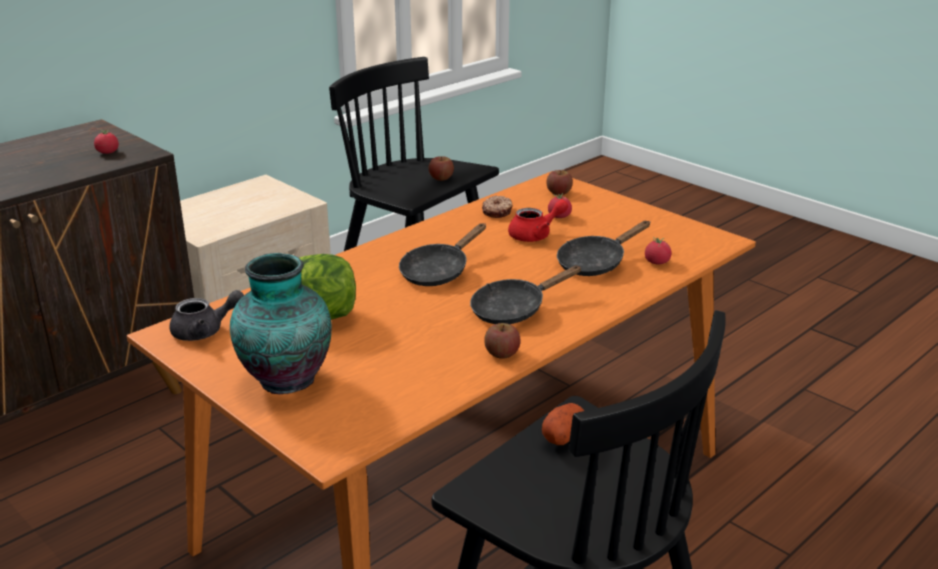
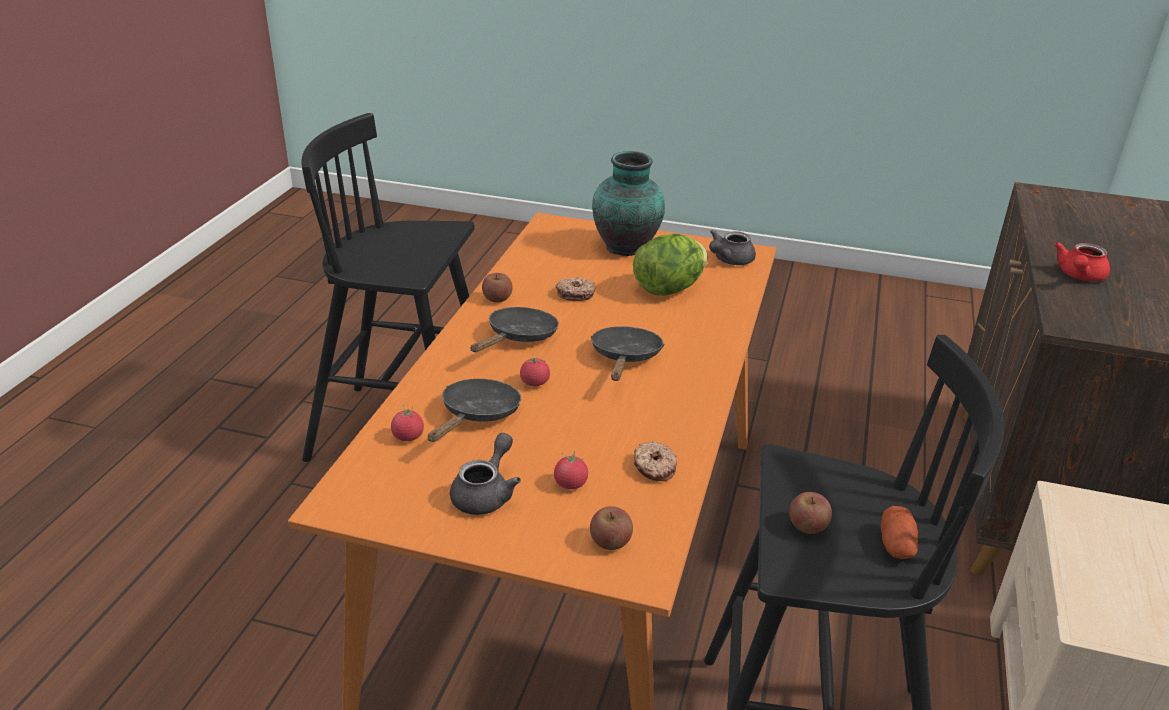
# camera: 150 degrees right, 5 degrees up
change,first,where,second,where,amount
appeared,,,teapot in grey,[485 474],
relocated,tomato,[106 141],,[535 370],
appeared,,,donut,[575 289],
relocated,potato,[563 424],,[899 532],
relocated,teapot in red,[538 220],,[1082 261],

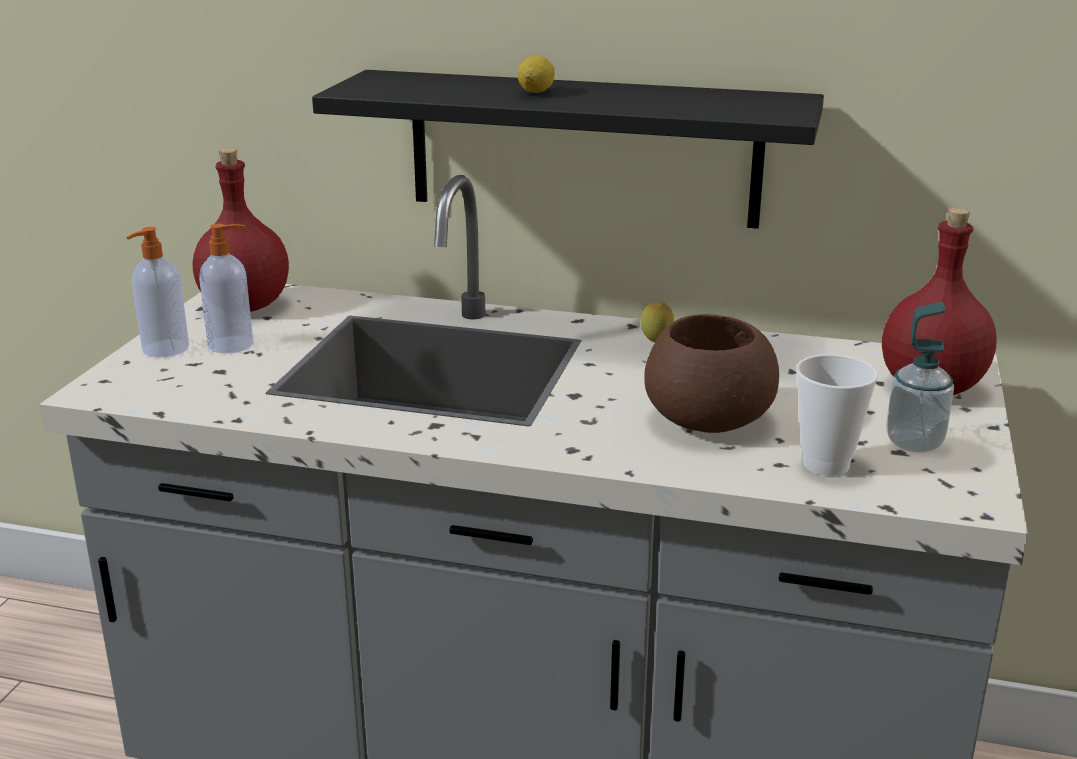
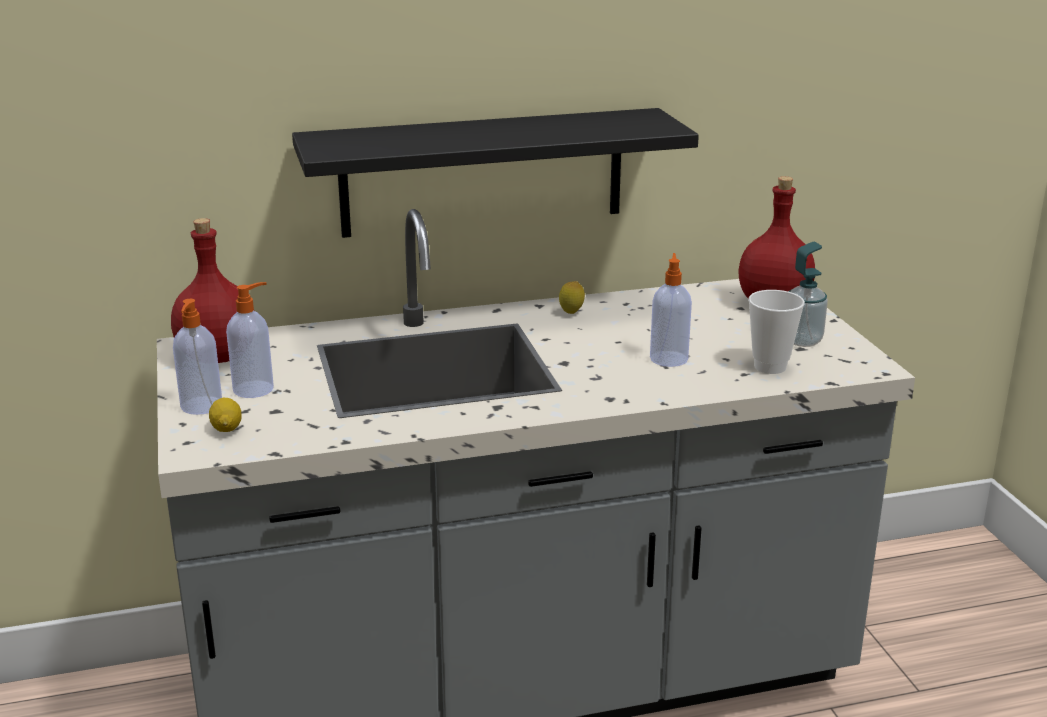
# camera: 30 degrees left, 0 degrees up
change,first,where,second,where,amount
relocated,lemon,[536 74],,[225 414],
exchanged,bowl in brown,[711 373],soap dispenser,[671 310],

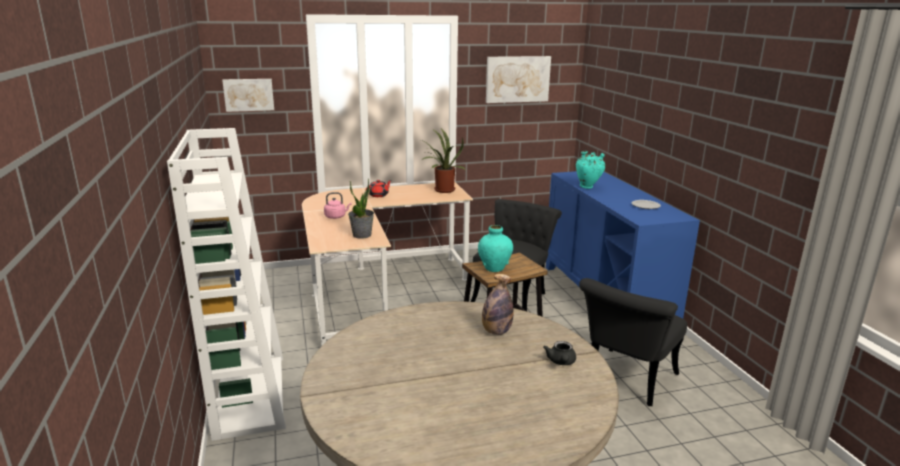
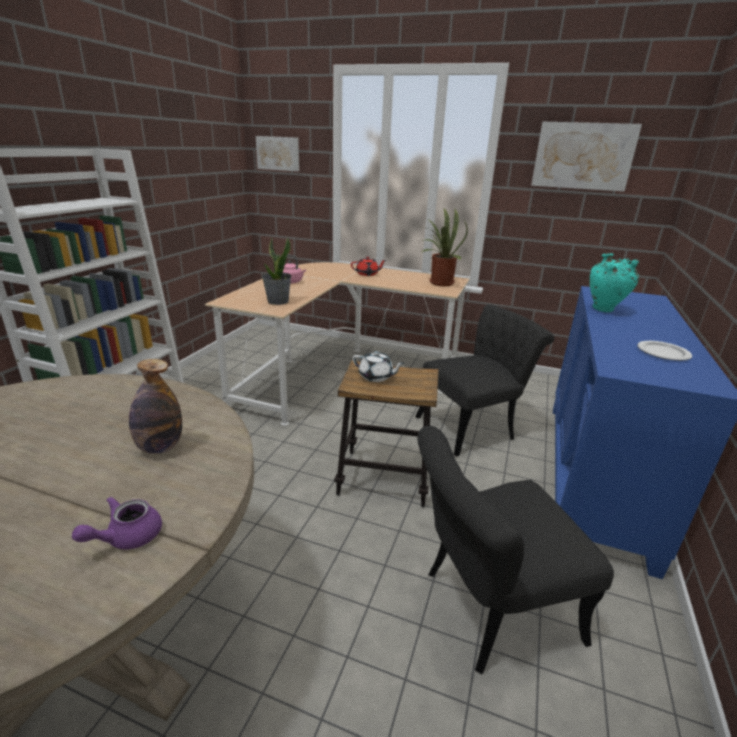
# camera: 35 degrees right, 5 degrees up
change,first,where,second,where,amount
colour,teapot in black,[559 353],teapot in purple,[117 523],
exchanged,vase in turquoise,[495 248],teapot in white,[378 366],

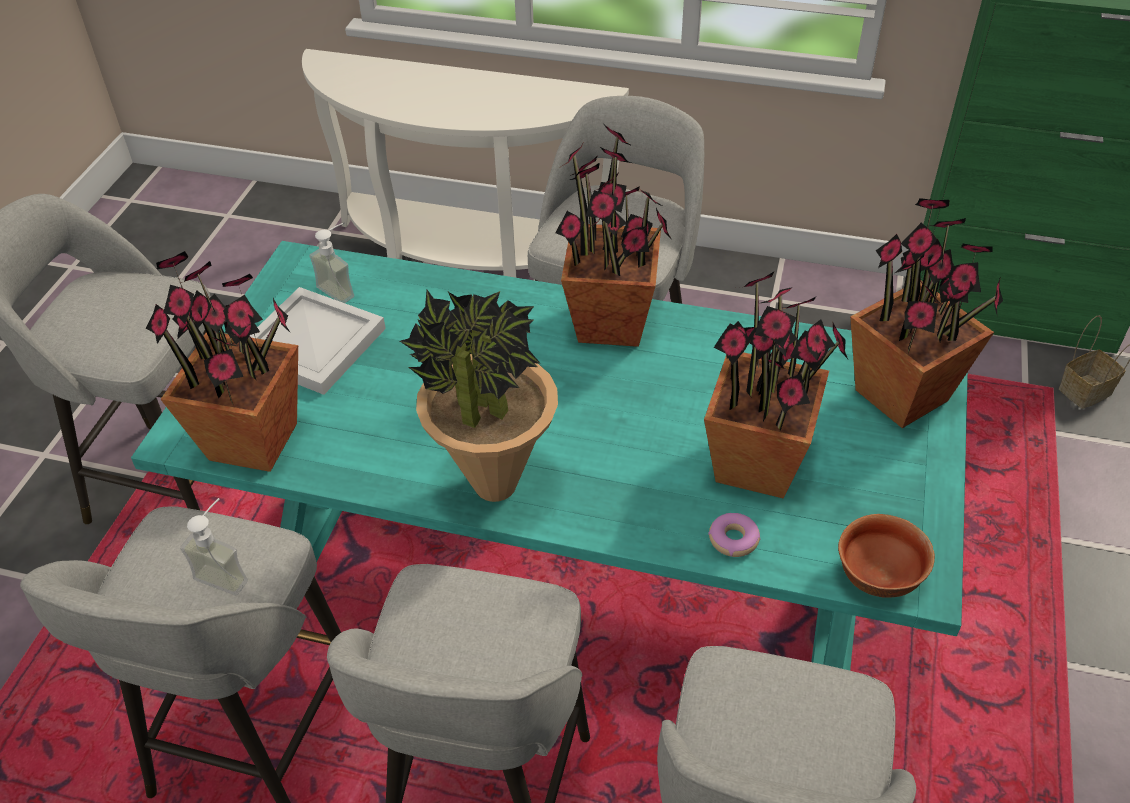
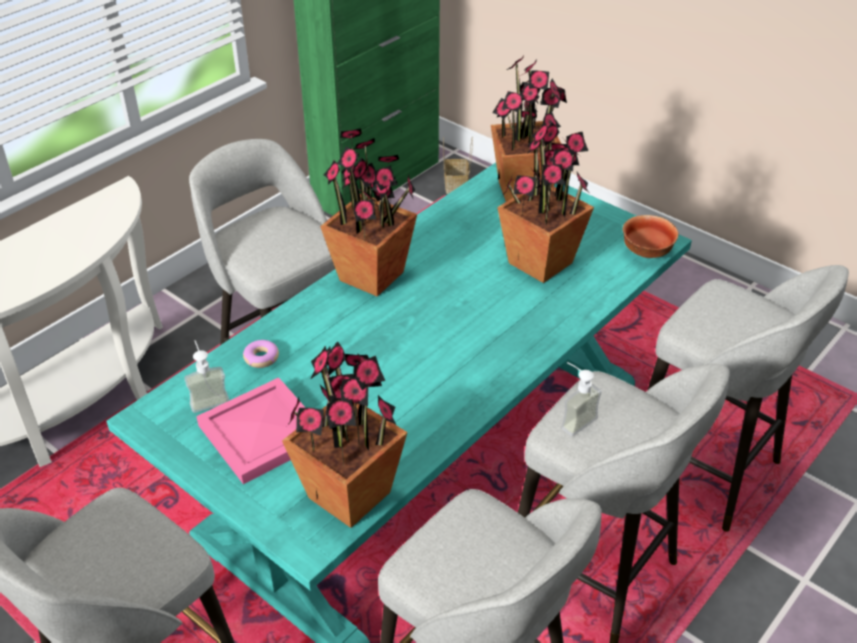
# camera: 65 degrees left, 5 degrees down
change,first,where,second,where,amount
colour,tray in white,[318 341],tray in pink,[251 430],
relocated,donut,[734 535],,[261 354],
relocated,soap dispenser,[214 546],,[581 399],
missing,potted plant,[479 396],,,

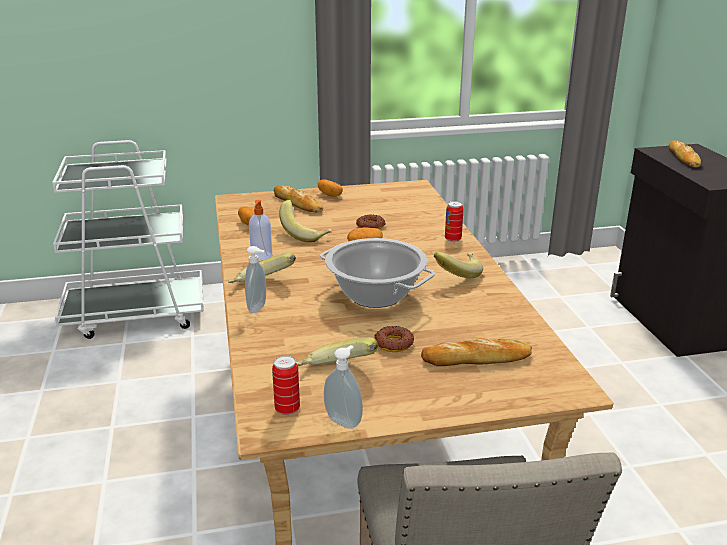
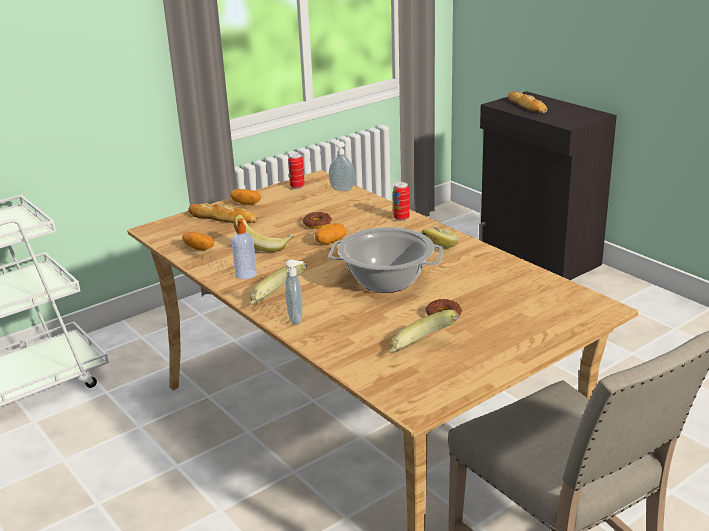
# camera: 25 degrees left, 0 degrees up
change,first,where,second,where,amount
relocated,can,[286 385],,[296 171],
relocated,soap dispenser,[343 387],,[342 166],
missing,bread,[476 352],,,

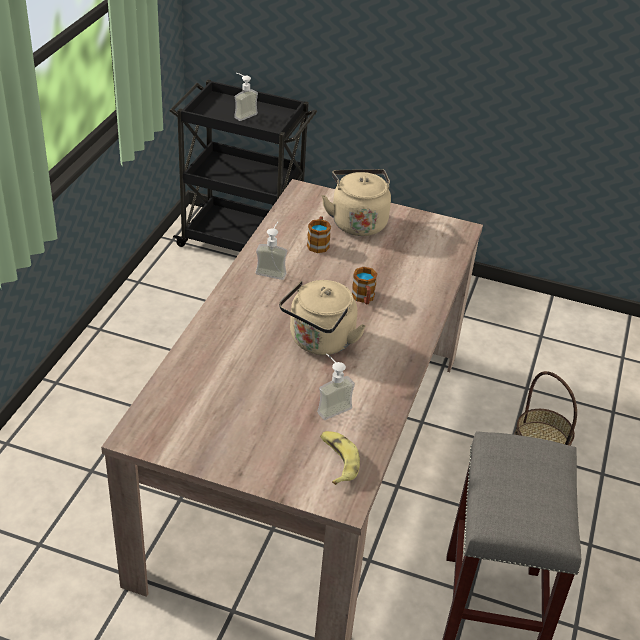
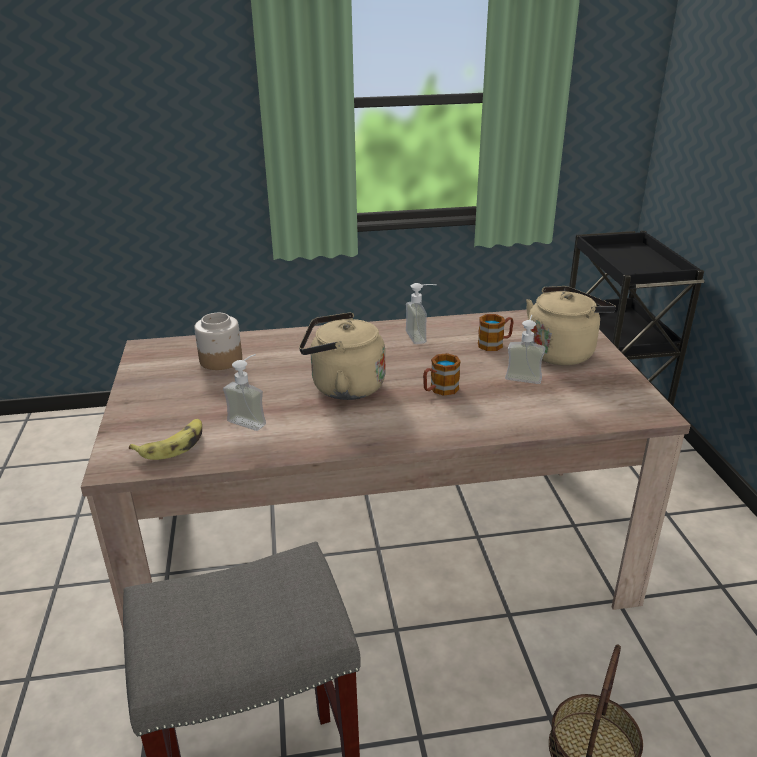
# camera: 65 degrees right, 10 degrees down
change,first,where,second,where,amount
appeared,,,jar,[218 341],
relocated,soap dispenser,[246 97],,[525 349],

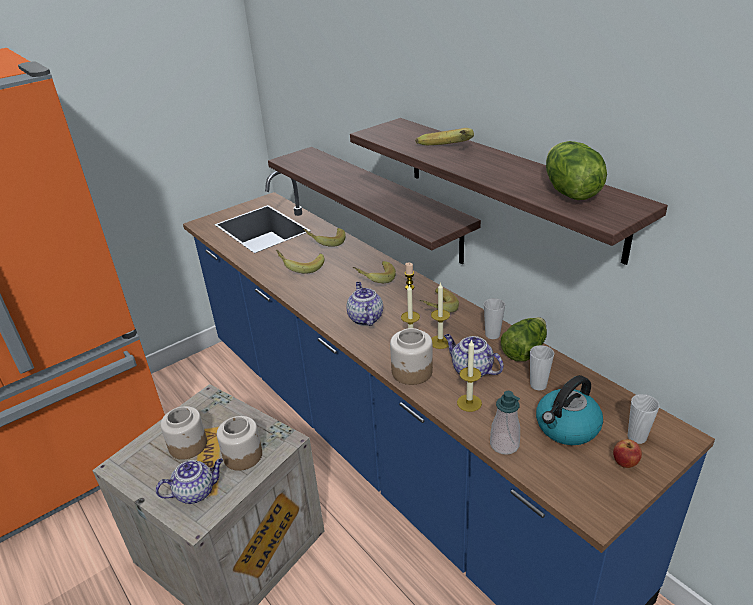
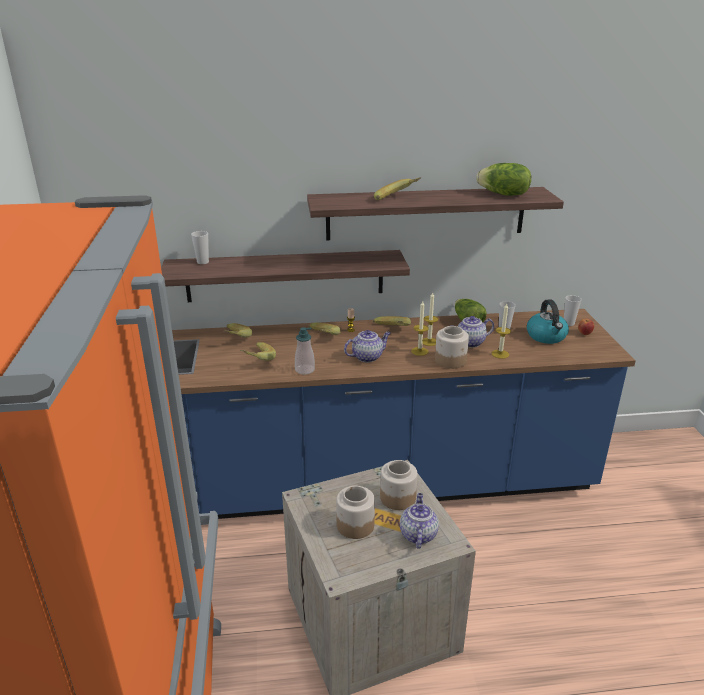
# camera: 60 degrees left, 5 degrees down
change,first,where,second,where,amount
relocated,cup,[494 318],,[200 247],
relocated,soap dispenser,[505 423],,[305 351],
spun,teapot,[364 304],,[367 346],135 degrees clockwise

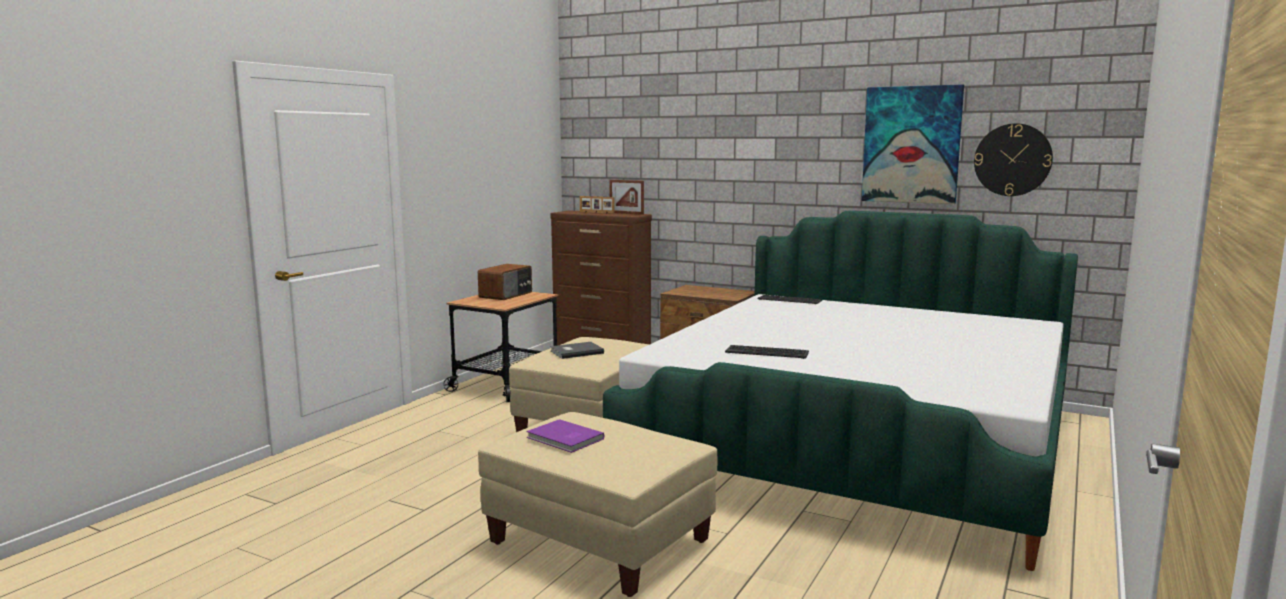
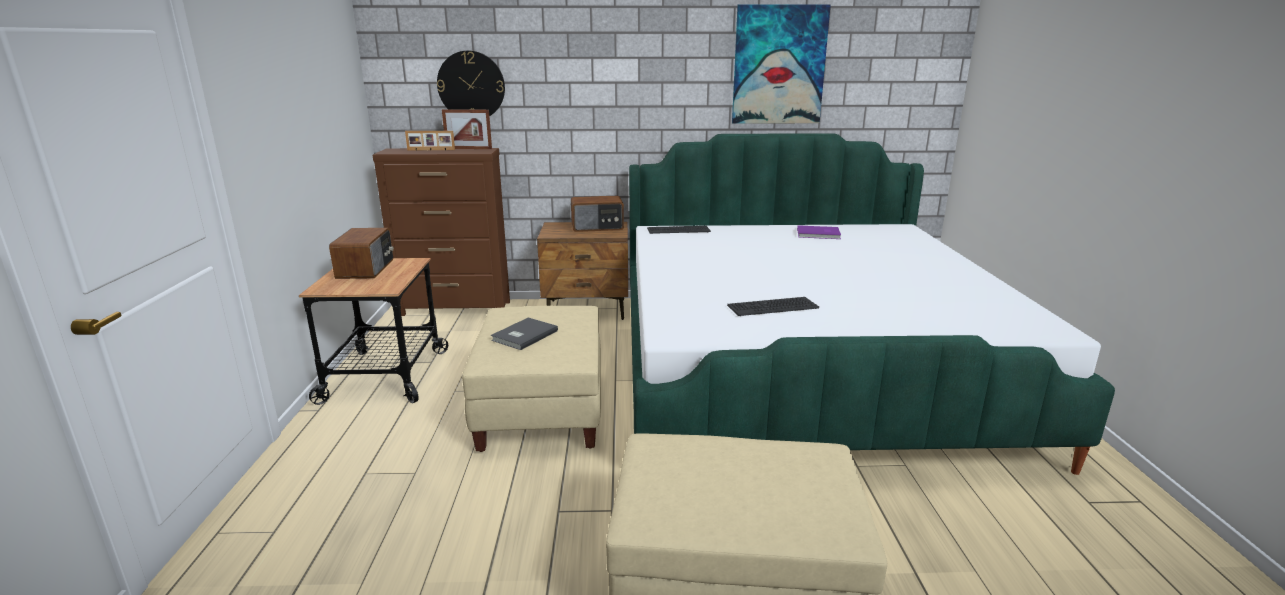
# camera: 30 degrees left, 10 degrees up
change,first,where,second,where,amount
relocated,wall clock,[1013 159],,[471 83],
appeared,,,radio,[597 214],
relocated,book in purple,[565 436],,[819 232],

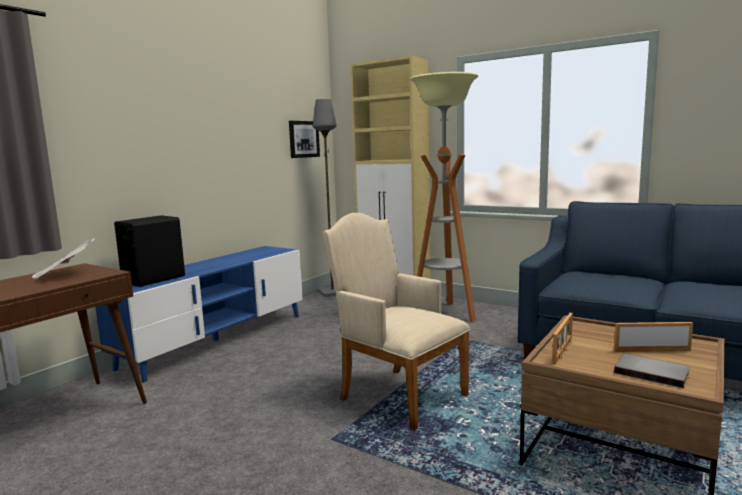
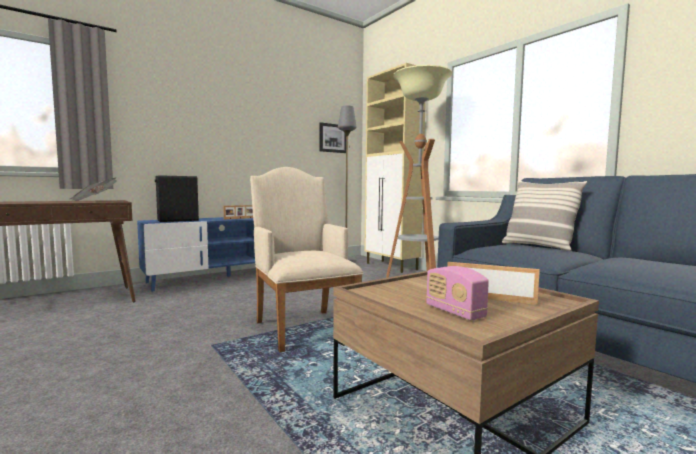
# camera: 20 degrees right, 5 degrees down
change,first,where,second,where,amount
relocated,picture frame,[562 338],,[238 212],
exchanged,book in grey,[652 370],radio,[457 293],
appeared,,,pillow,[544 216],

